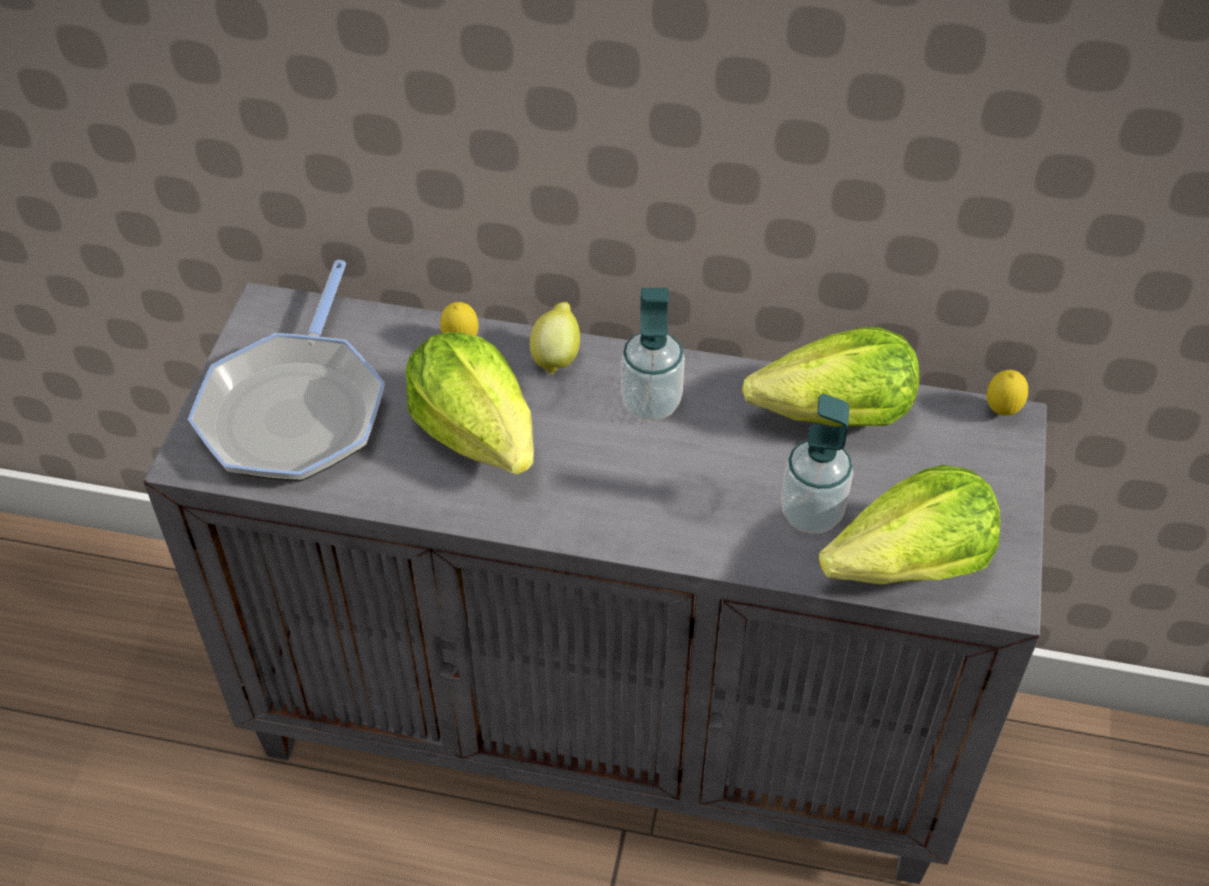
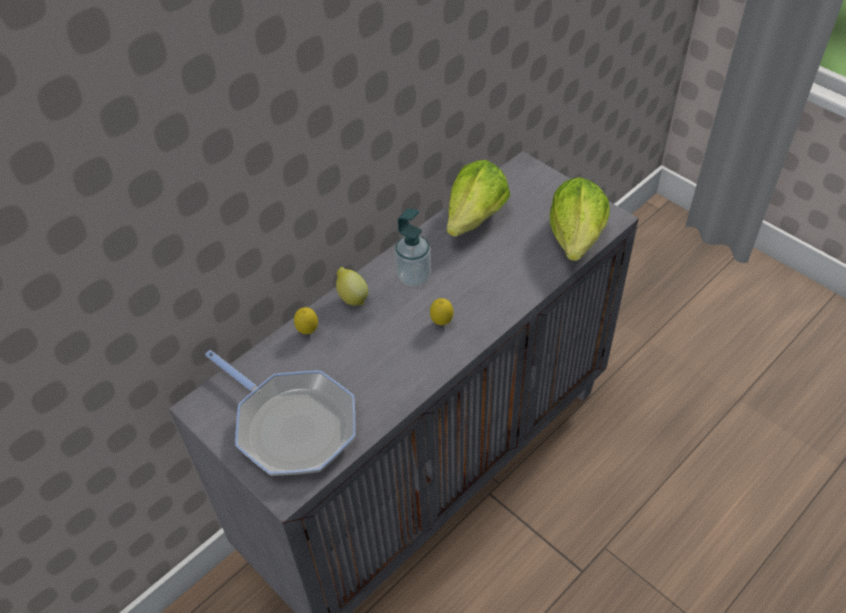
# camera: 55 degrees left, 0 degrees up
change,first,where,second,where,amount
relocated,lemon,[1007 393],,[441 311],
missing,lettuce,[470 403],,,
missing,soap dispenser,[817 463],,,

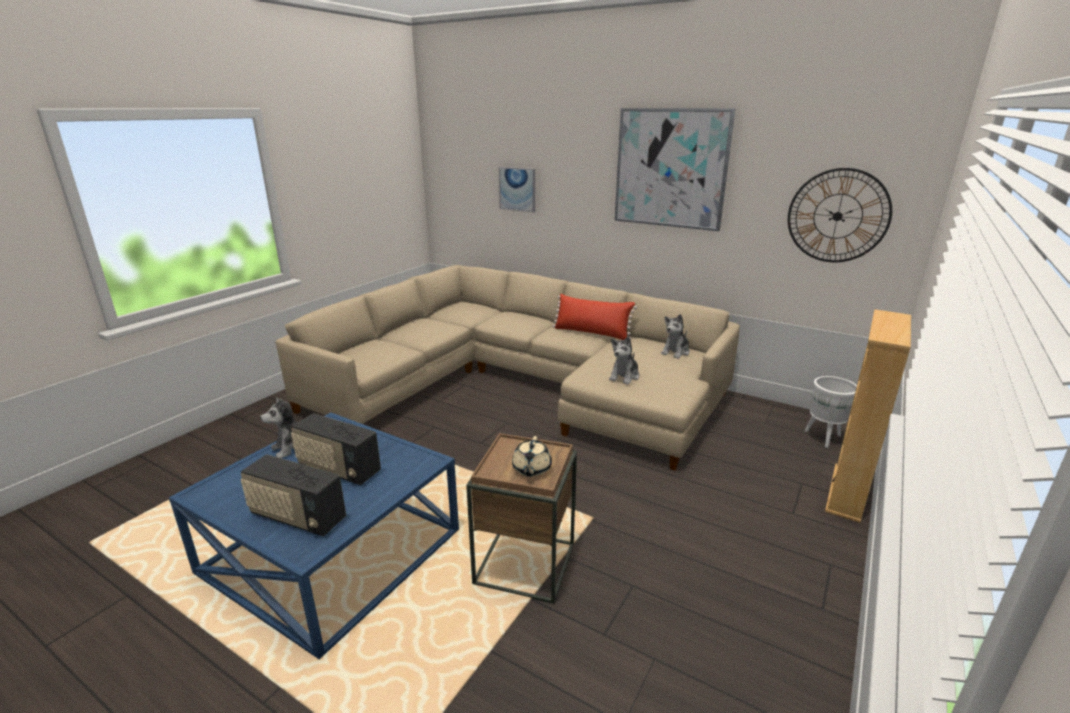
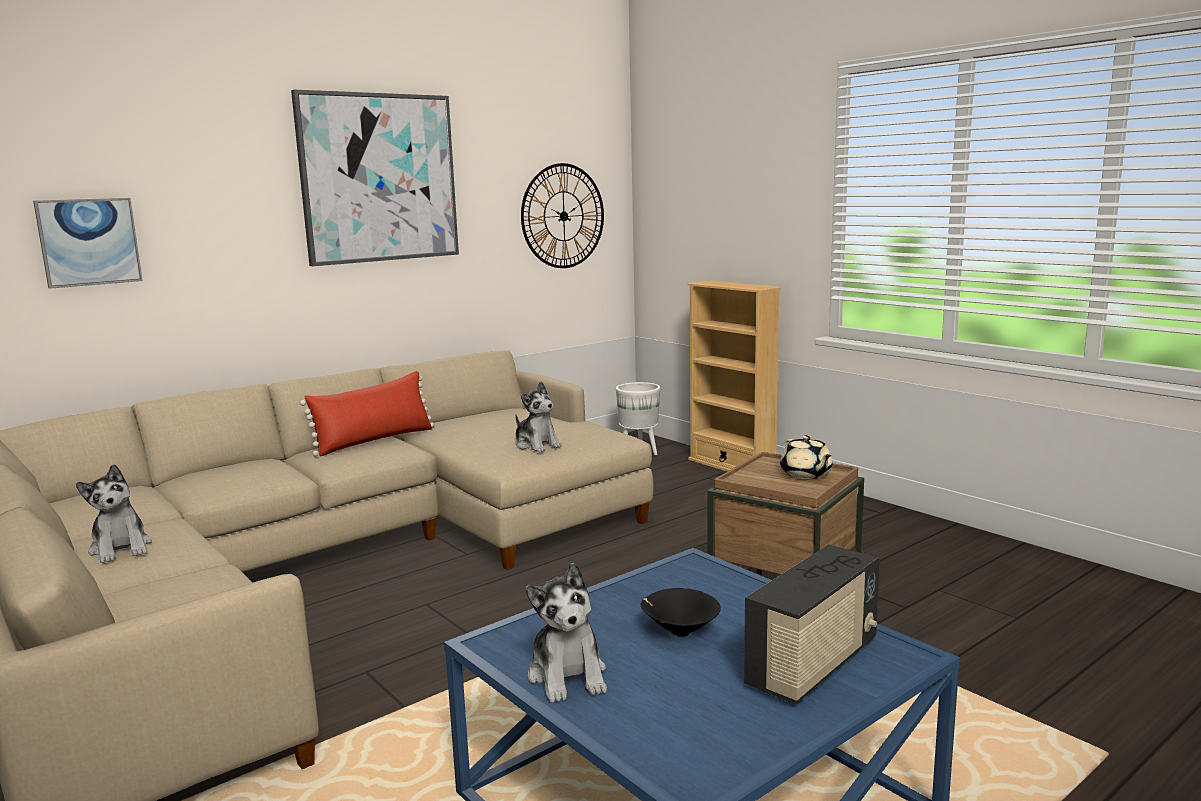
# camera: 70 degrees left, 10 degrees down
change,first,where,second,where,amount
relocated,plush toy,[675 336],,[114 513],
exchanged,radio,[336 449],bowl in black,[680 612],
spun,teapot in beige,[532 456],,[806 457],45 degrees clockwise

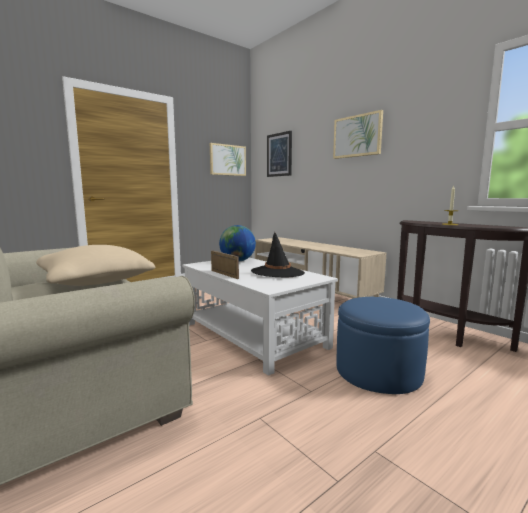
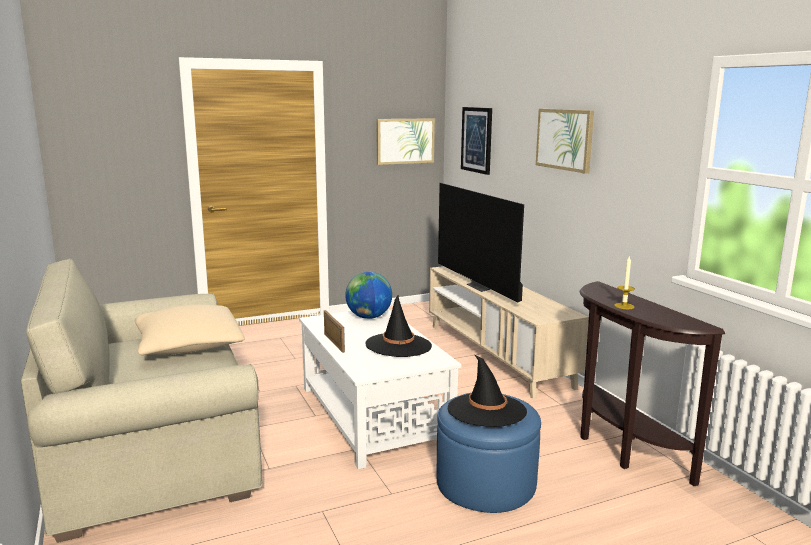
# camera: 15 degrees right, 5 degrees up
change,first,where,second,where,amount
appeared,,,television,[481 242],
appeared,,,hat in black,[487 390],

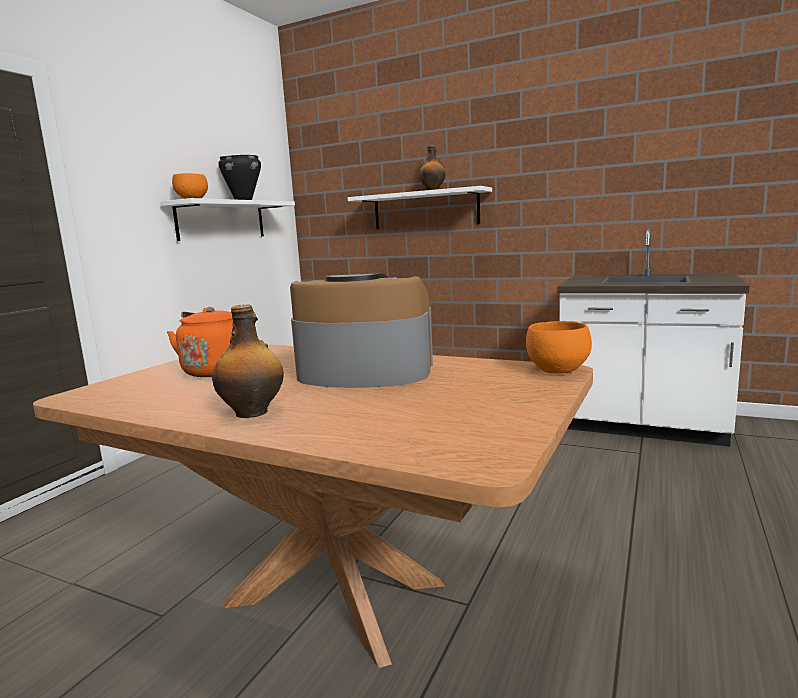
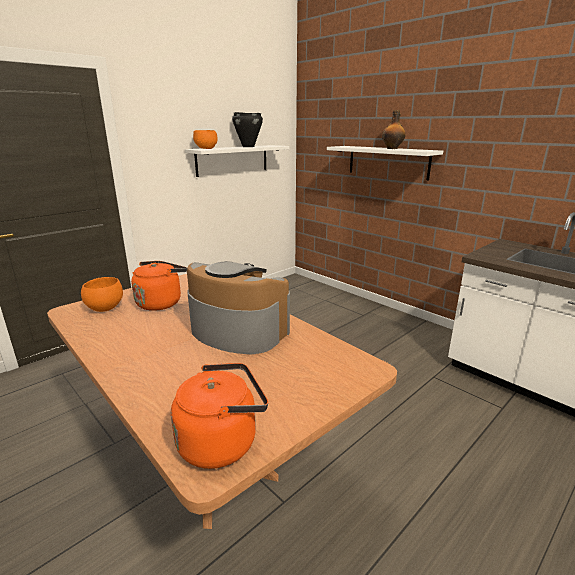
# camera: 20 degrees right, 10 degrees up
change,first,where,second,where,amount
relocated,bowl in orange,[559 347],,[102 294],
appeared,,,kettle in orange,[219 416],
missing,bottle,[248 361],,,

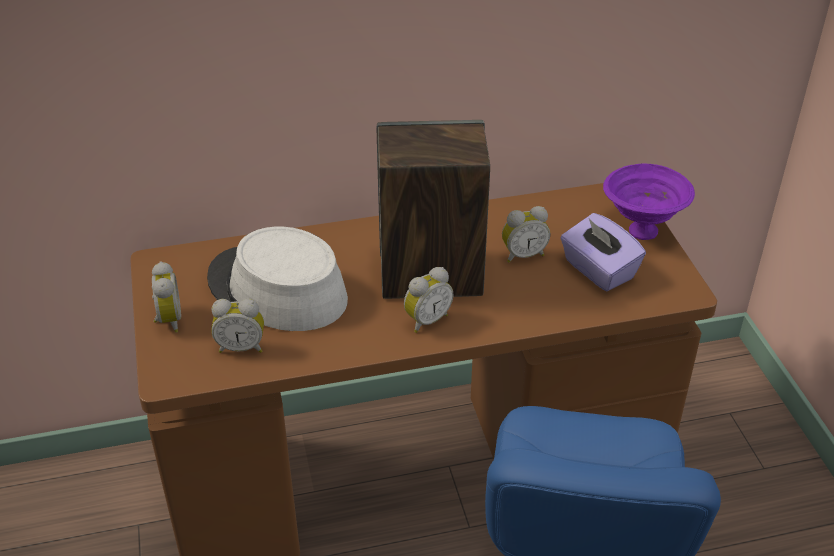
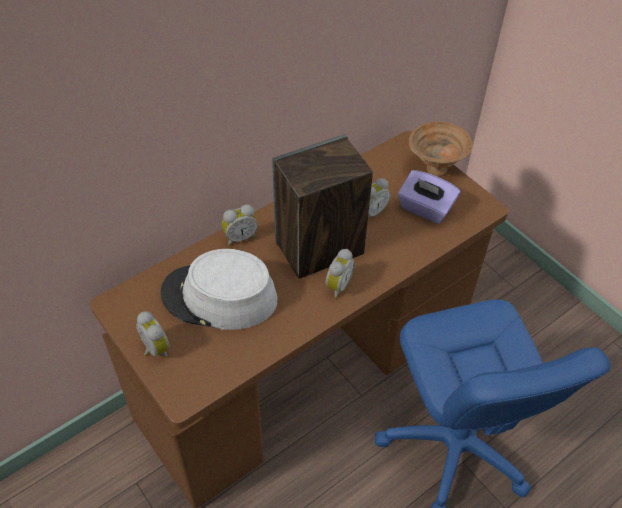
# camera: 25 degrees left, 10 degrees up
change,first,where,second,where,amount
relocated,alarm clock,[237 326],,[239 225],
colour,bowl in purple,[649 202],bowl in brown,[441 149],

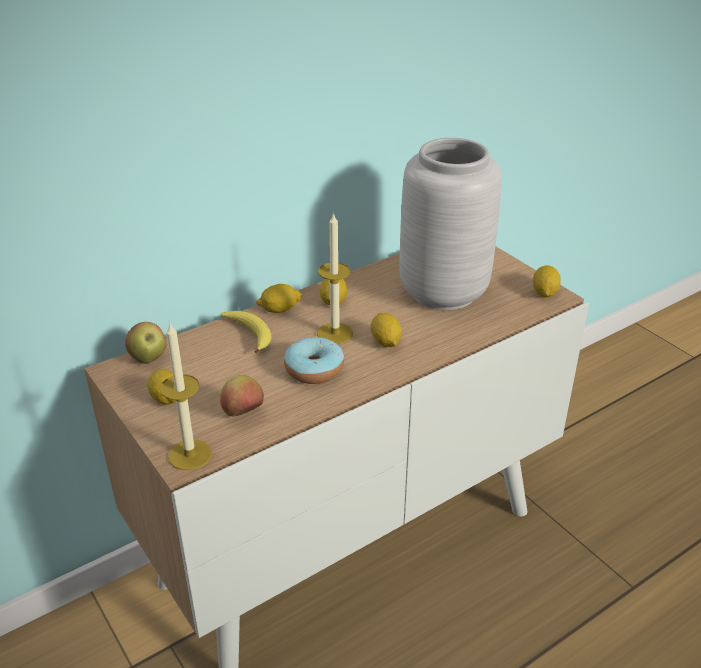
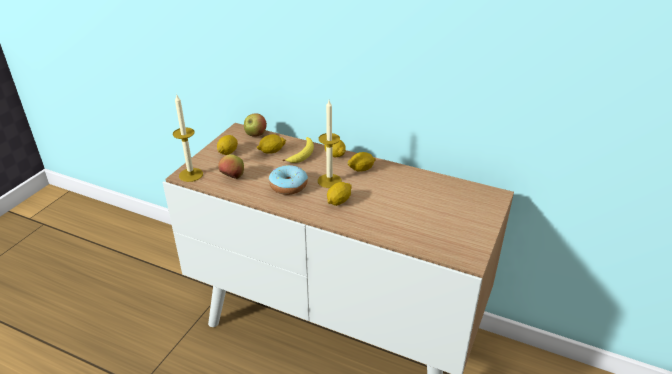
# camera: 60 degrees right, 0 degrees up
change,first,where,second,where,amount
relocated,lemon,[547 281],,[271 144],
missing,vase in grey,[450 224],,,

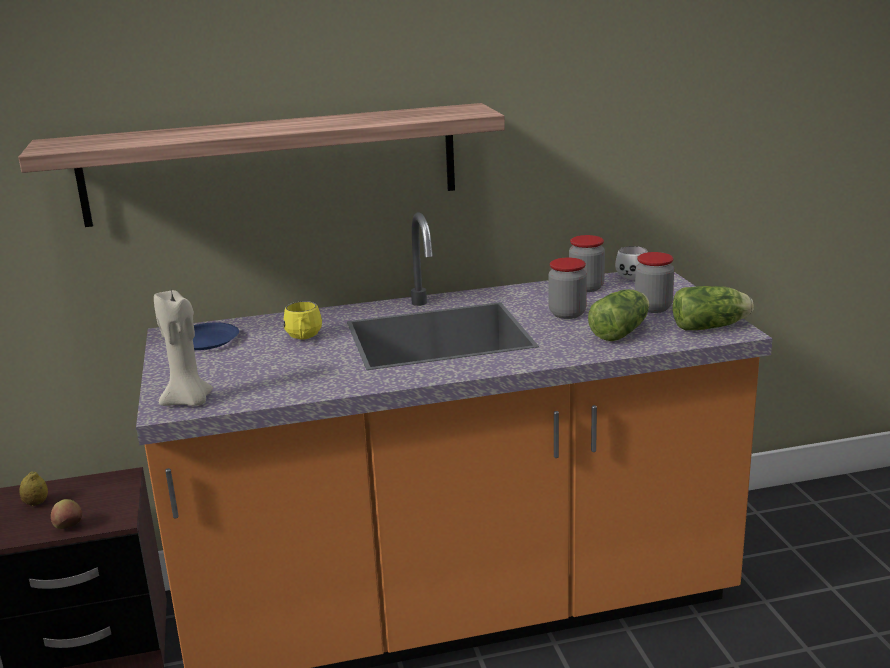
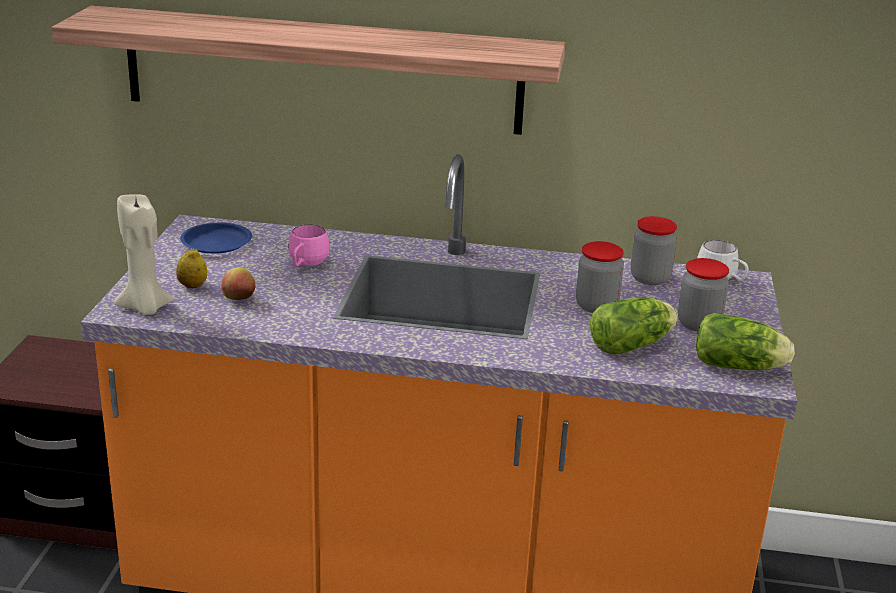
# camera: 20 degrees right, 5 degrees up
change,first,where,second,where,amount
relocated,lemon,[33 488],,[191 268],
relocated,apple,[66 514],,[238 283],
colour,mug in yellow,[302 320],mug in pink,[309 245],

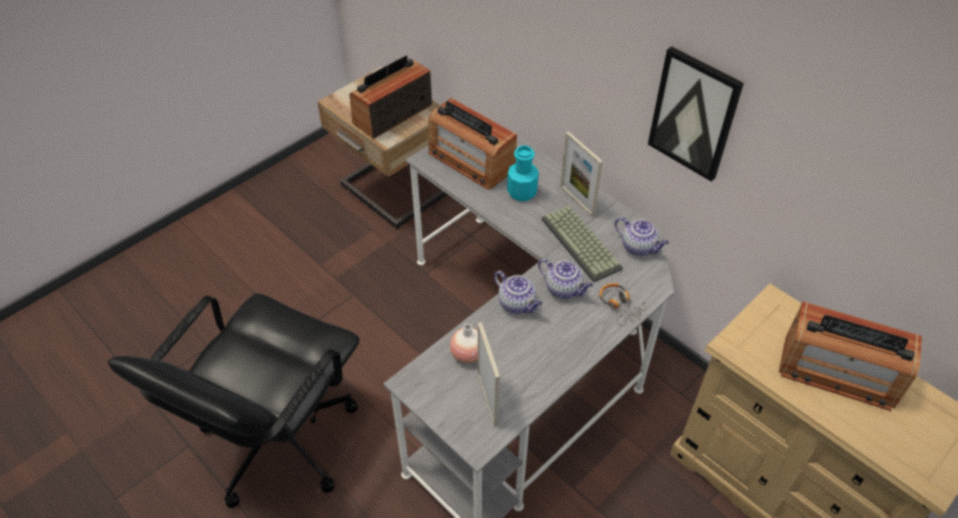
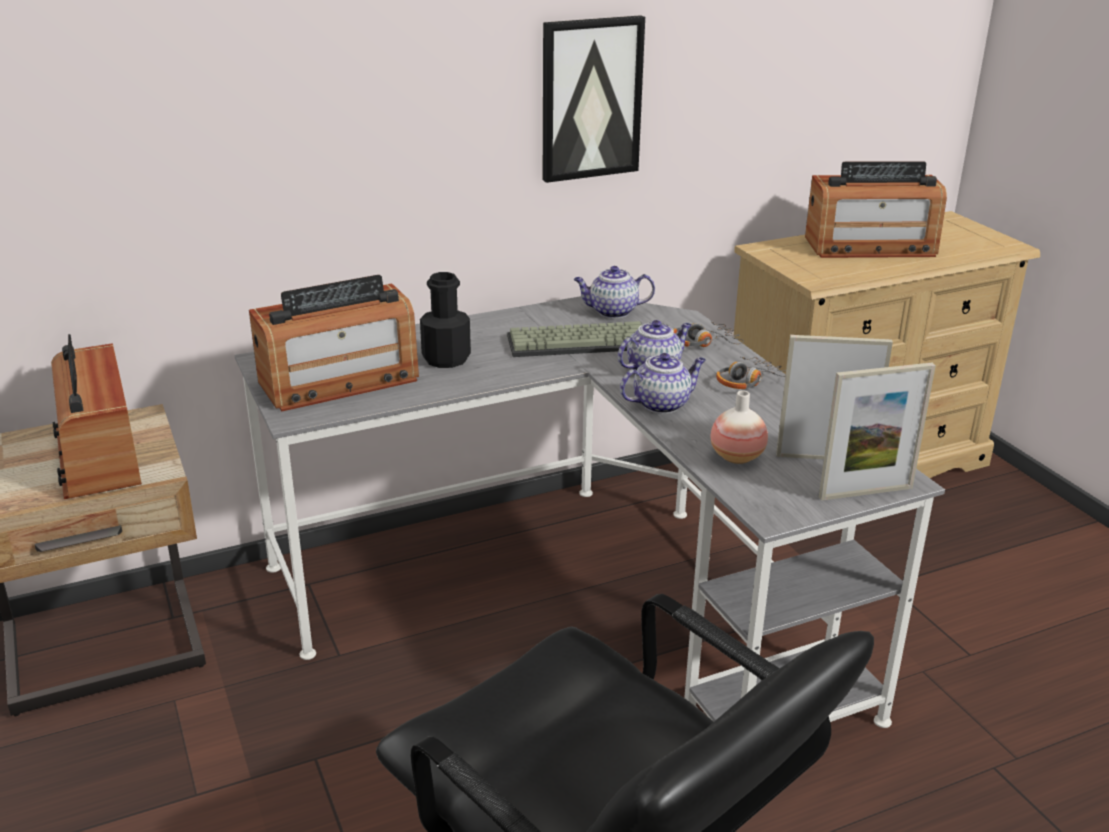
# camera: 70 degrees left, 20 degrees down
change,first,where,second,where,amount
colour,bottle in turquoise,[523 173],bottle in black,[445 320],
spun,teapot,[642 236],,[614 292],150 degrees counterclockwise
appeared,,,headphones,[751 372],
spun,radio,[850 356],,[876 209],45 degrees clockwise
relocated,picture frame,[581 174],,[877 431],

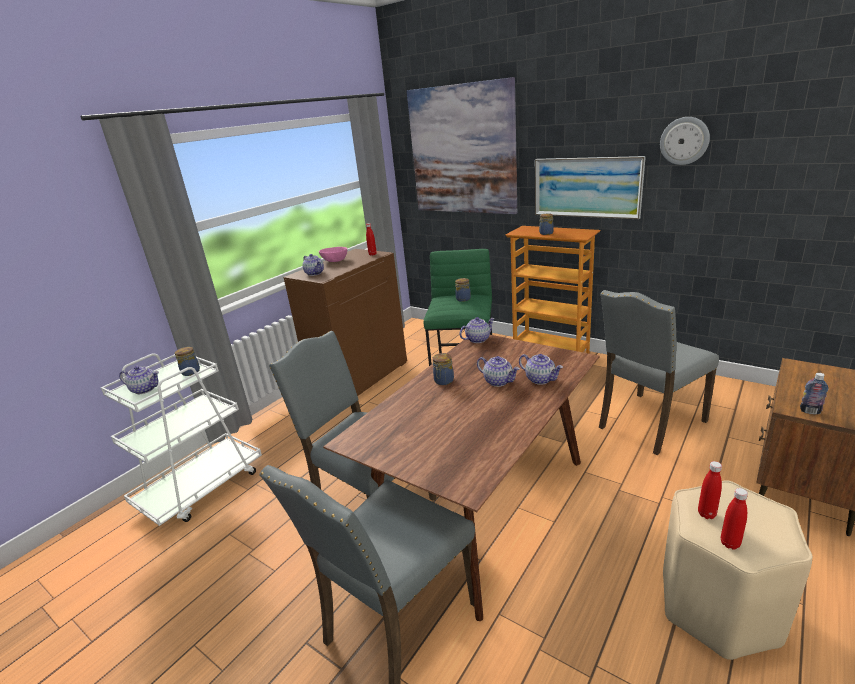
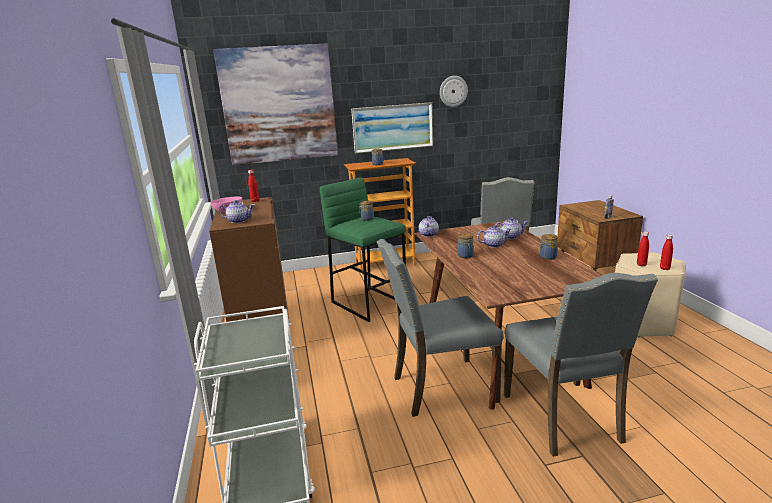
# camera: 50 degrees left, 5 degrees down
change,first,where,second,where,amount
relocated,jar,[187 361],,[548 247],
missing,teapot,[139 380],,,

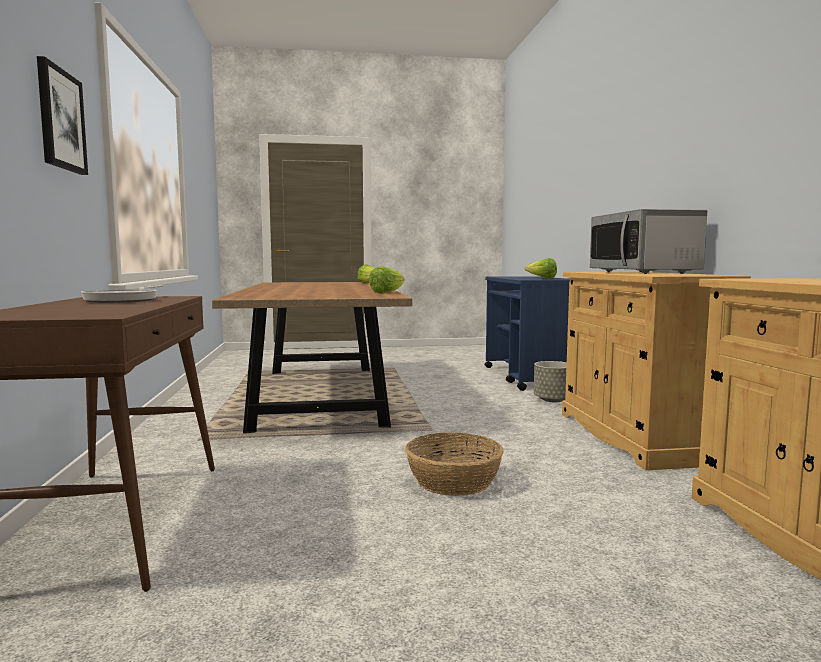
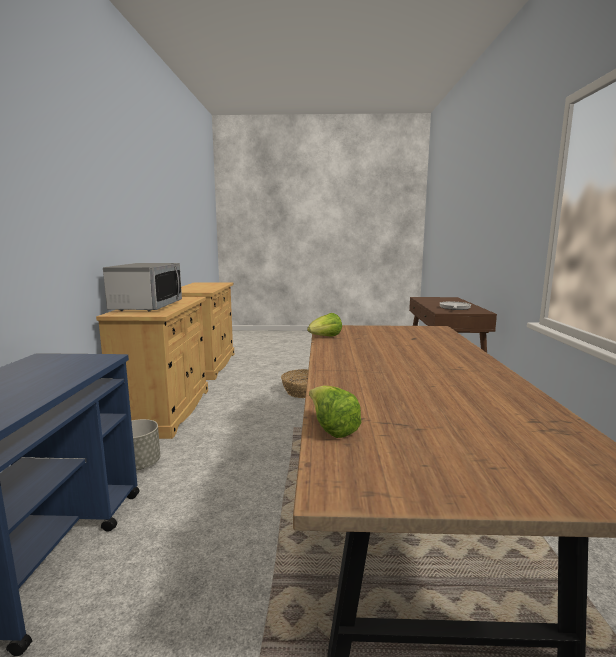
# camera: 170 degrees left, 5 degrees up
change,first,where,second,where,amount
missing,picture,[62 115],,,
missing,lettuce,[540 268],,,

